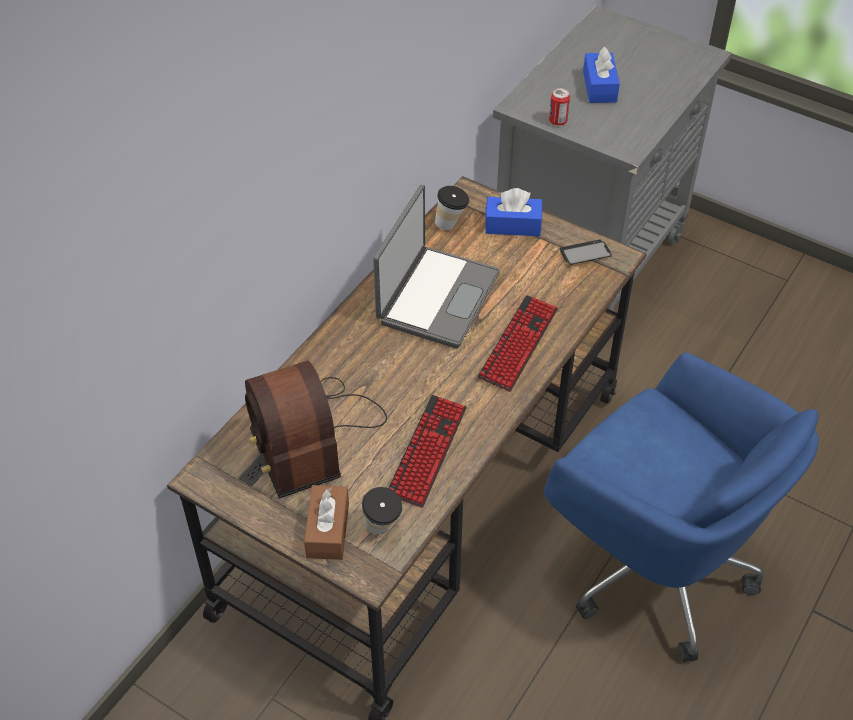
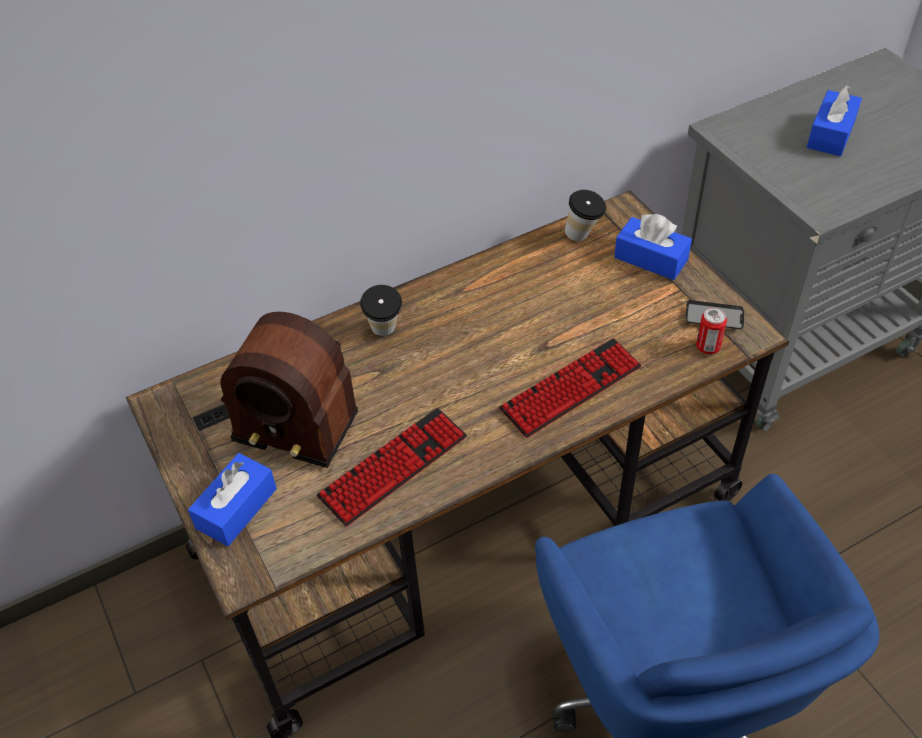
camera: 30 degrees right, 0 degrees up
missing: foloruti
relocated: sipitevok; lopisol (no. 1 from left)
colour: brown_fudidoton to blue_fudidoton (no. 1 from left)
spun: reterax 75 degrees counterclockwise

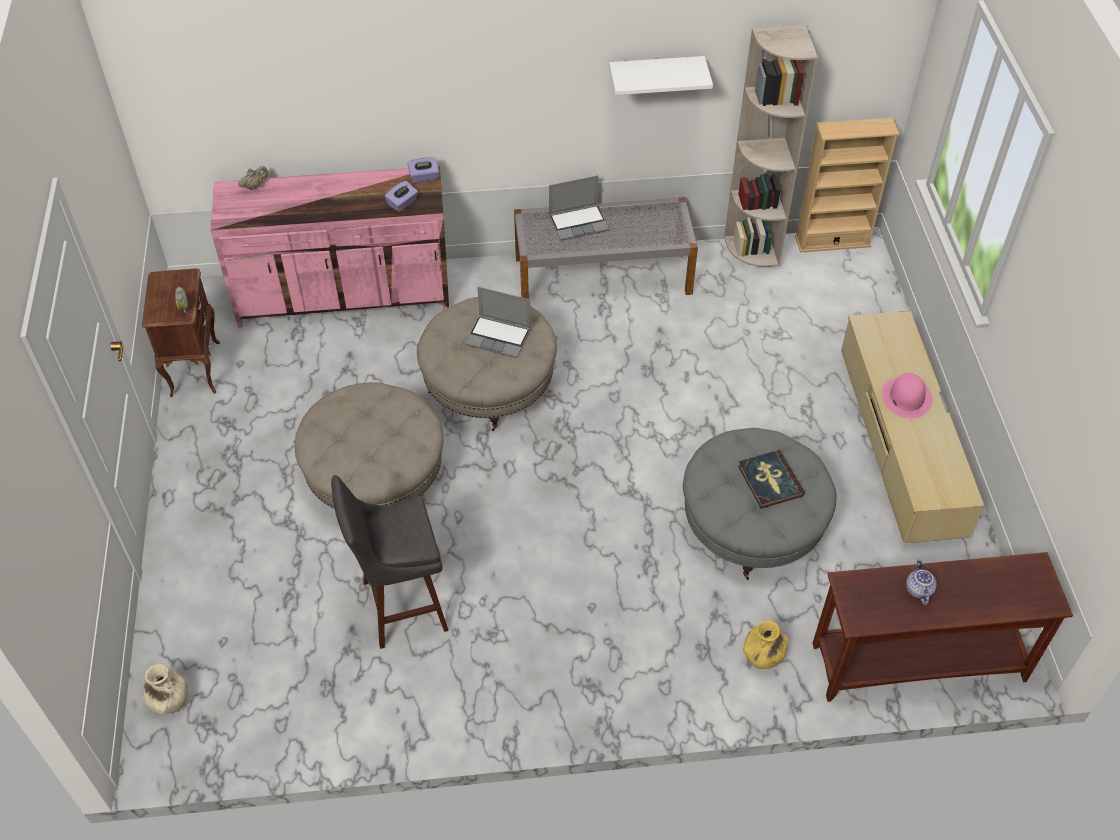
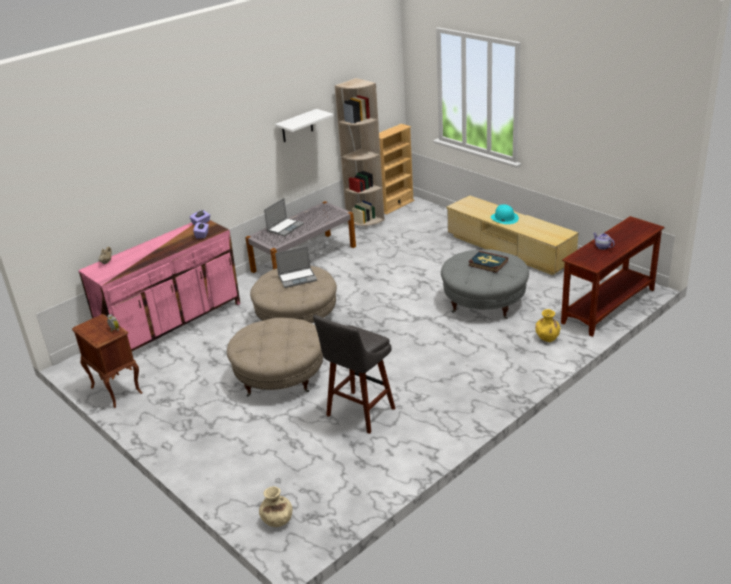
camera: 35 degrees left, 20 degrees down
colour: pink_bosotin to turquoise_bosotin

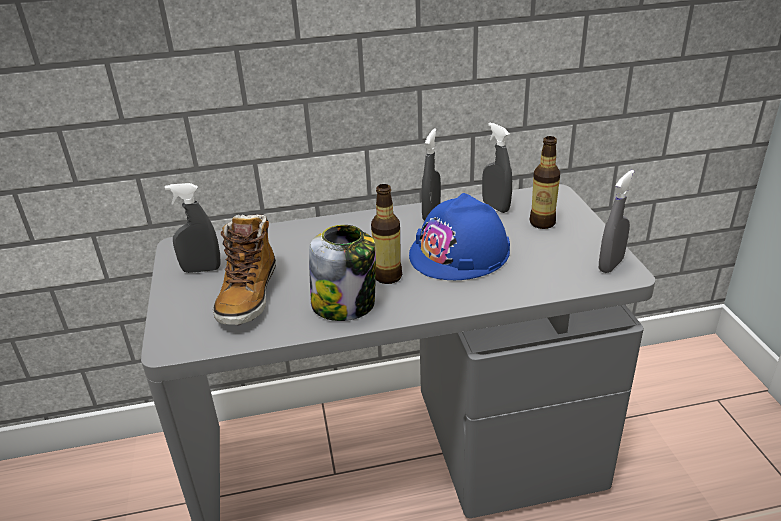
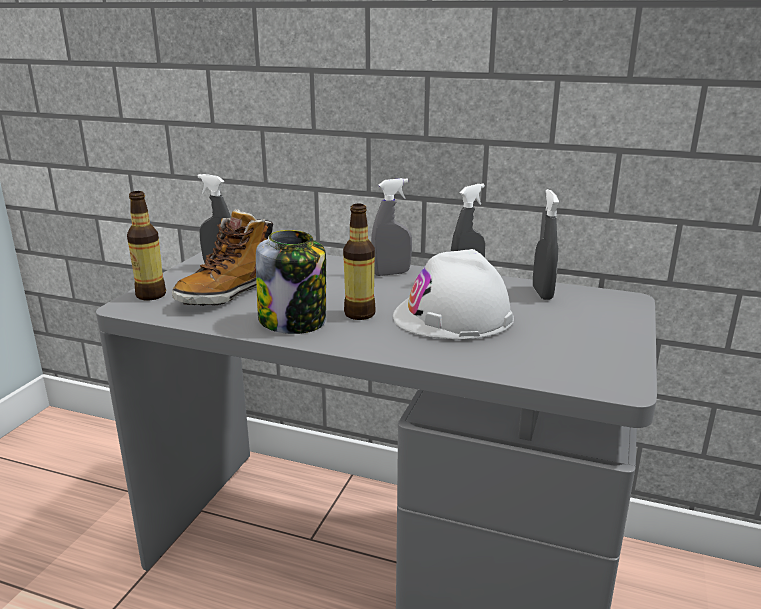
camera: 30 degrees right, 10 degrees down
relocated: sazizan (no. 2 from left in the first image) to sazizan (no. 1 from left); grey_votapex (no. 4 from left in the first image) to grey_votapex (no. 2 from left)
colour: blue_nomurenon to white_nomurenon

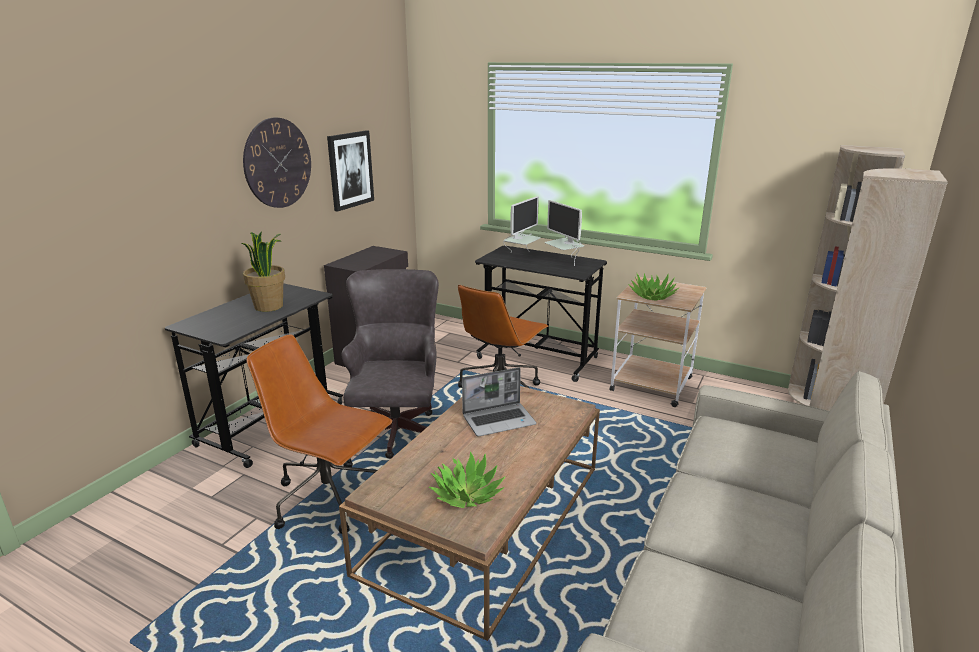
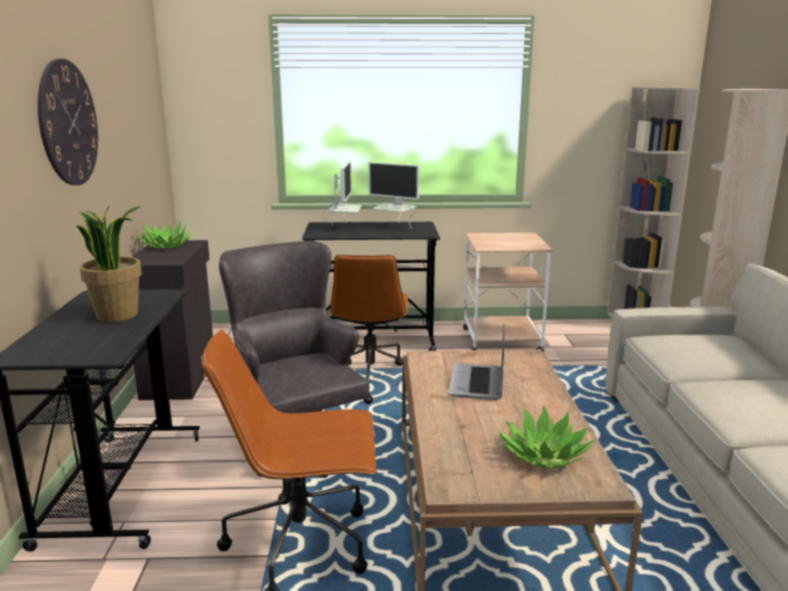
camera: 30 degrees left, 5 degrees down
missing: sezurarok
relocated: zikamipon (no. 3 from left in the first image) to zikamipon (no. 2 from left)
spun: foloruti 150 degrees clockwise

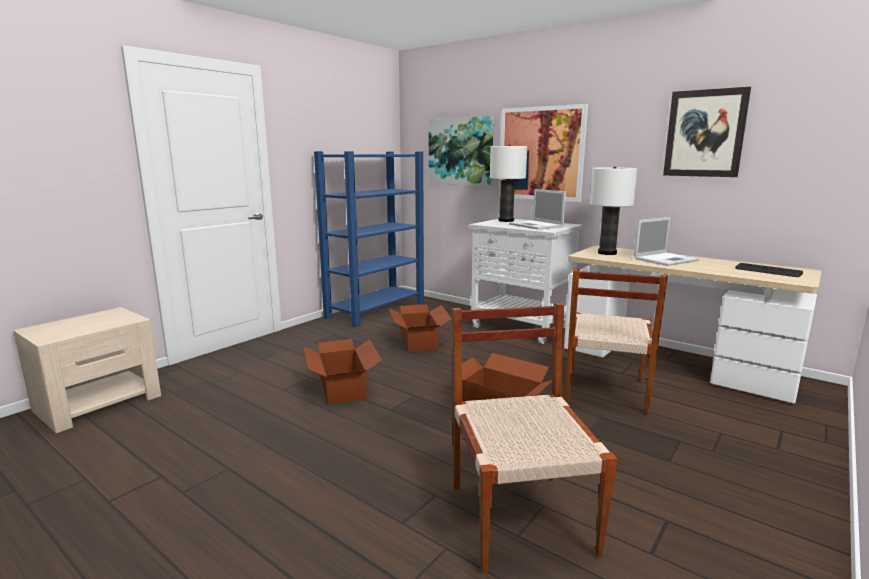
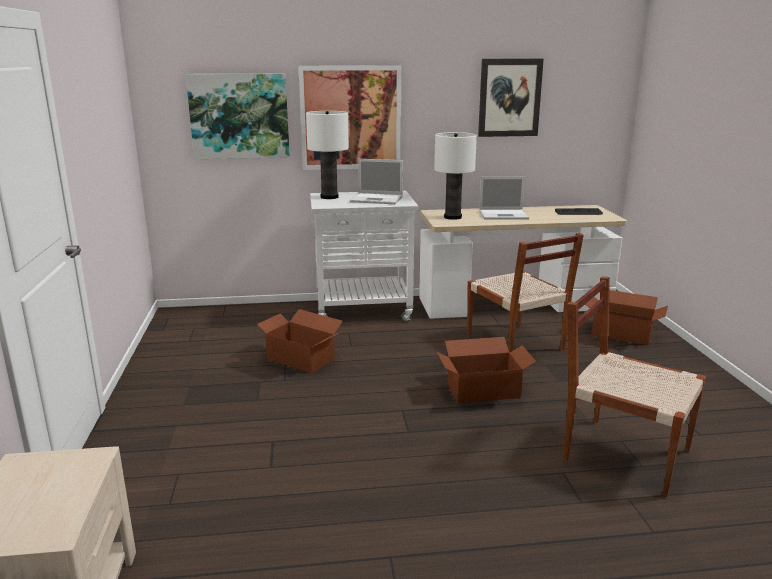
camera: 45 degrees left, 5 degrees up
missing: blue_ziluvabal
relocated: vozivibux (no. 1 from left in the first image) to vozivibux (no. 3 from left)
spun: foloruti (no. 2 from left) 75 degrees clockwise

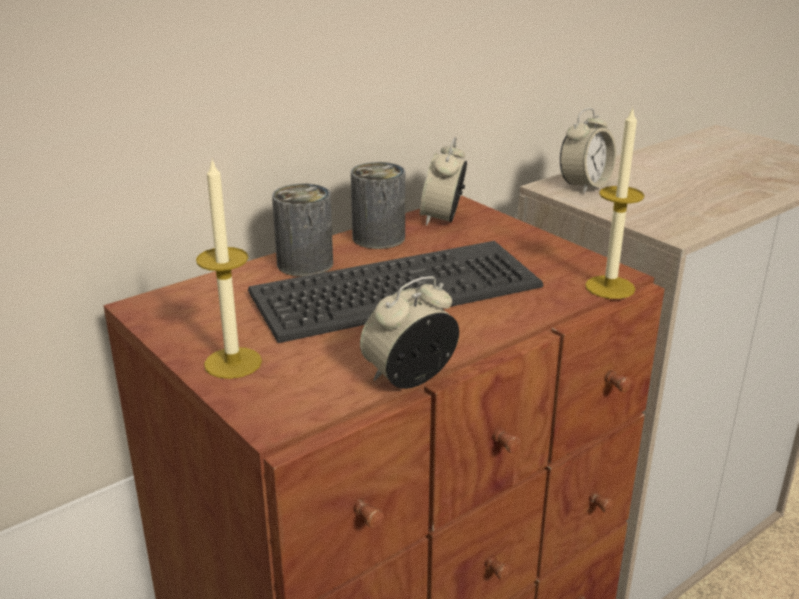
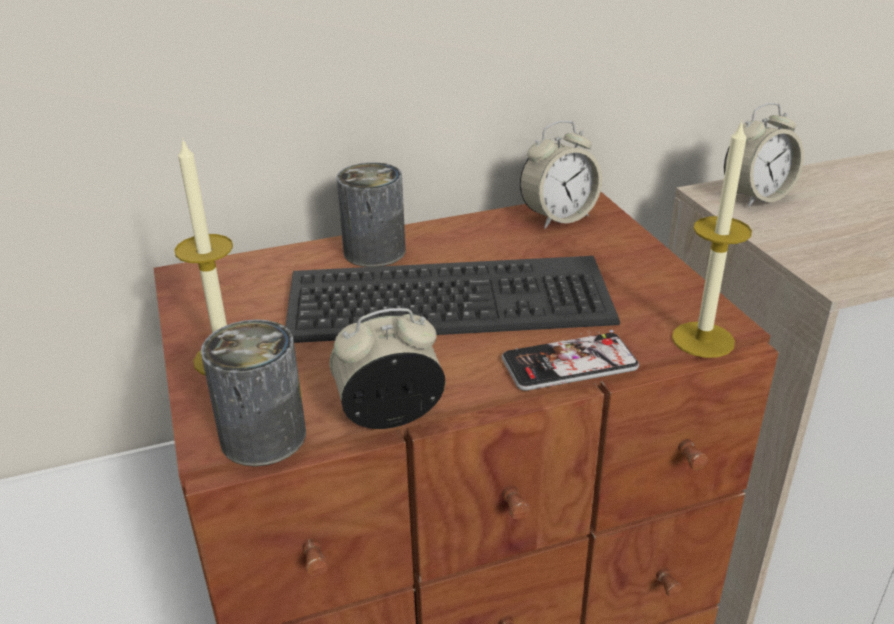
camera: 20 degrees right, 5 degrees up
appeared: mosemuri
relocated: sipitevok (no. 2 from left in the first image) to sipitevok (no. 1 from left)
spun: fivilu (no. 2 from left) 150 degrees counterclockwise

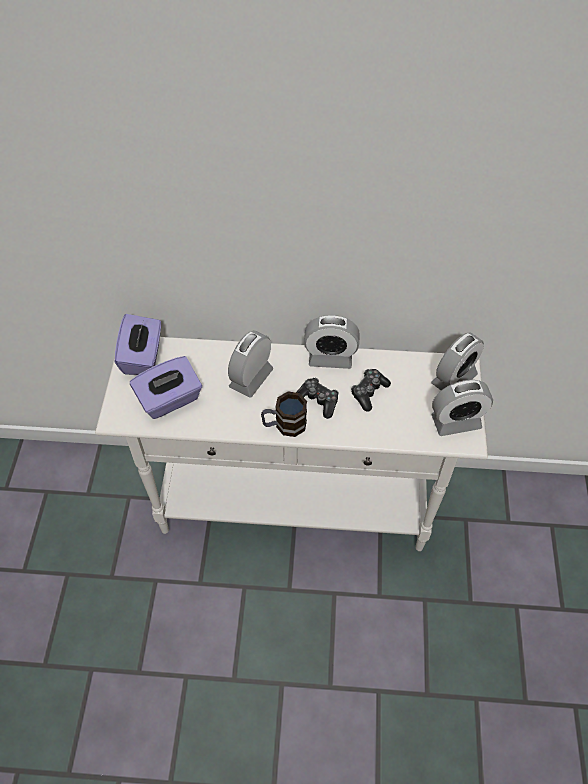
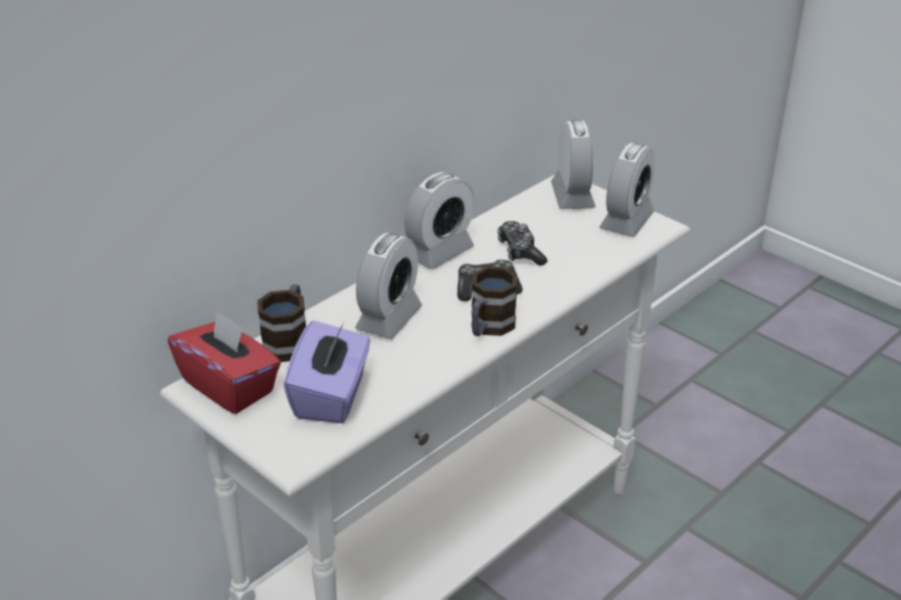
camera: 50 degrees left, 20 degrees down
appeared: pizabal (no. 1 from left)
colour: purple_fudidoton (no. 1 from left) to red_fudidoton
spun: fivilu (no. 1 from left) 135 degrees counterclockwise

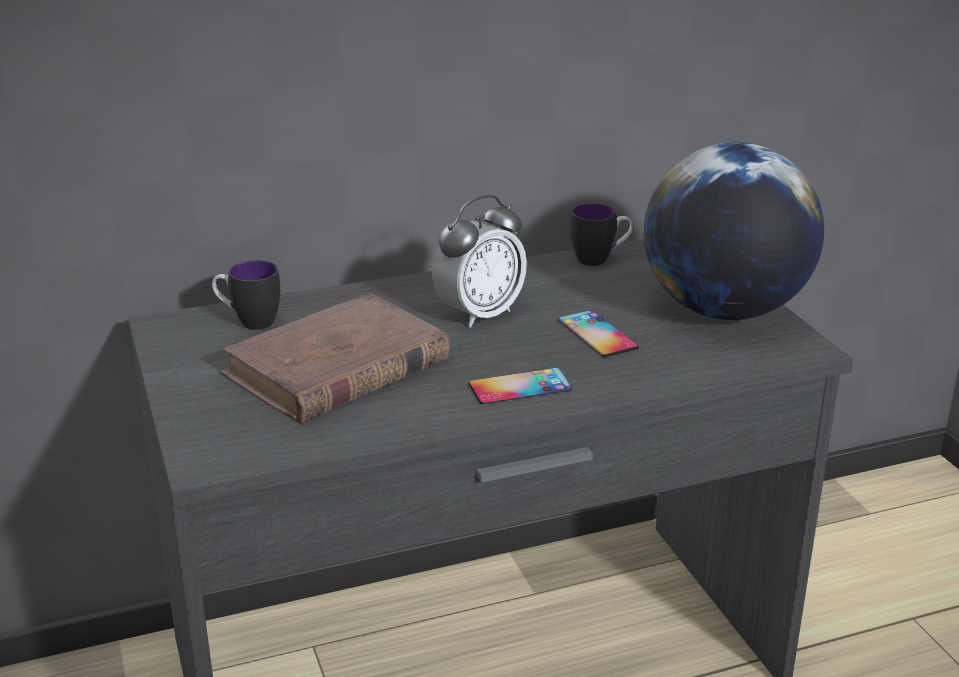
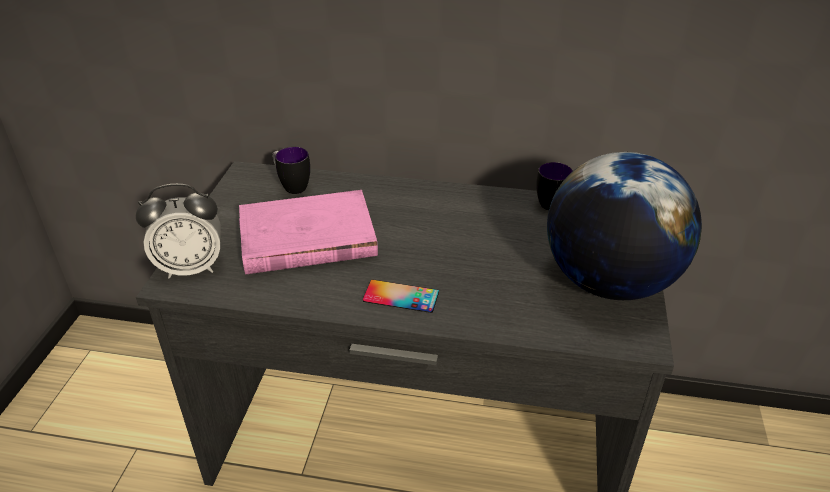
camera: 30 degrees right, 10 degrees up
missing: mosemuri (no. 2 from left)
relocated: fivilu
colour: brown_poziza to pink_poziza

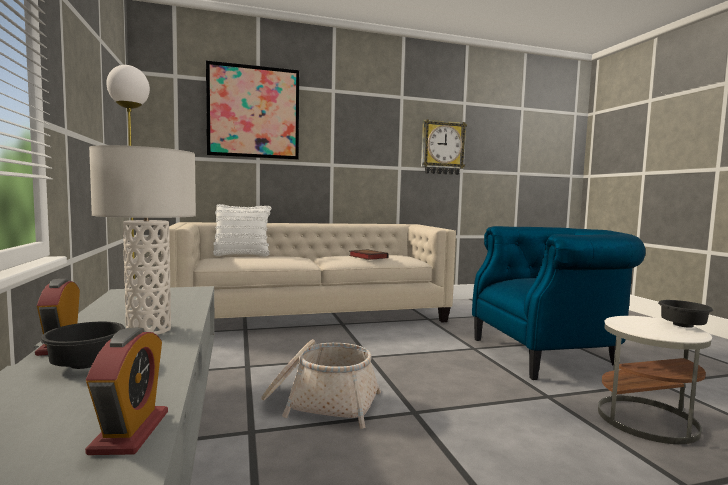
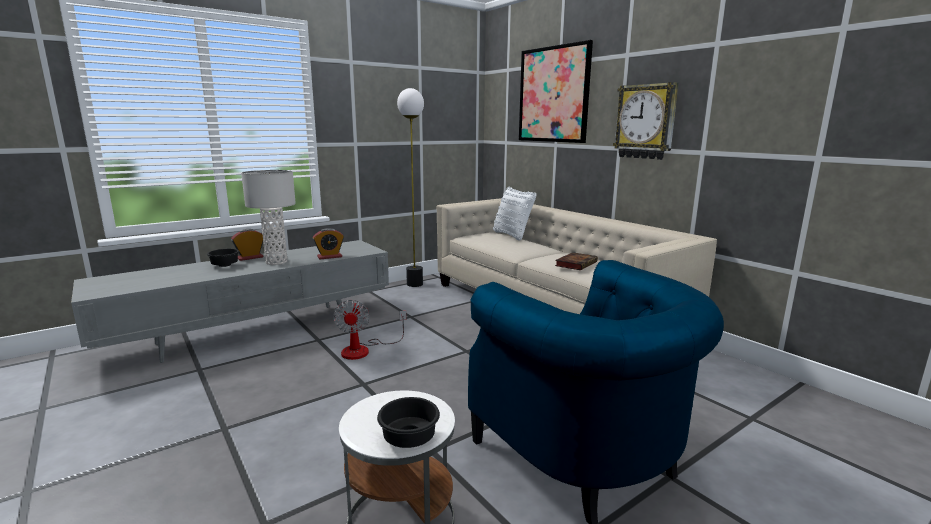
camera: 70 degrees right, 10 degrees up
relocated: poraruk; fivilu (no. 2 from left)
exchanged: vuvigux to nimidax

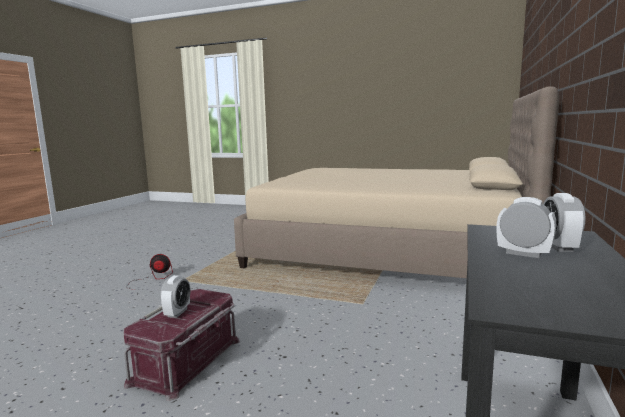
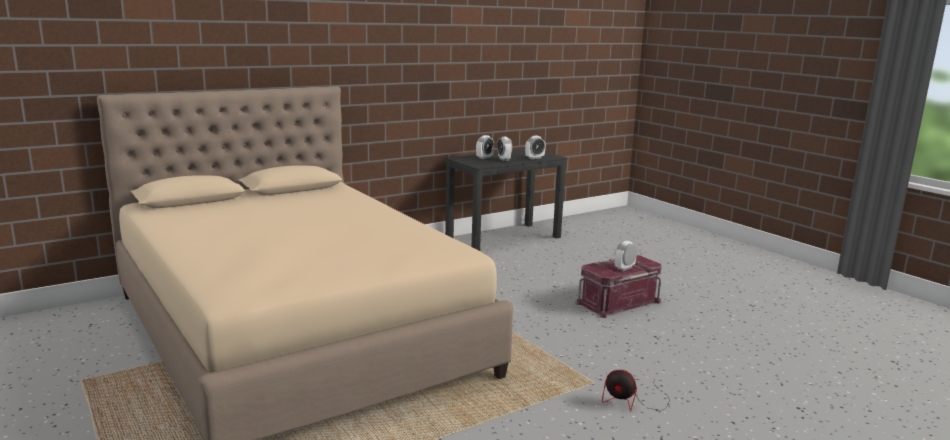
camera: 145 degrees left, 5 degrees up
appeared: fivilu (no. 3 from left)

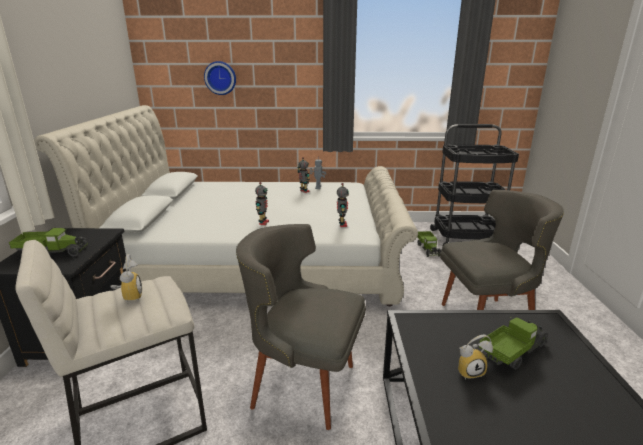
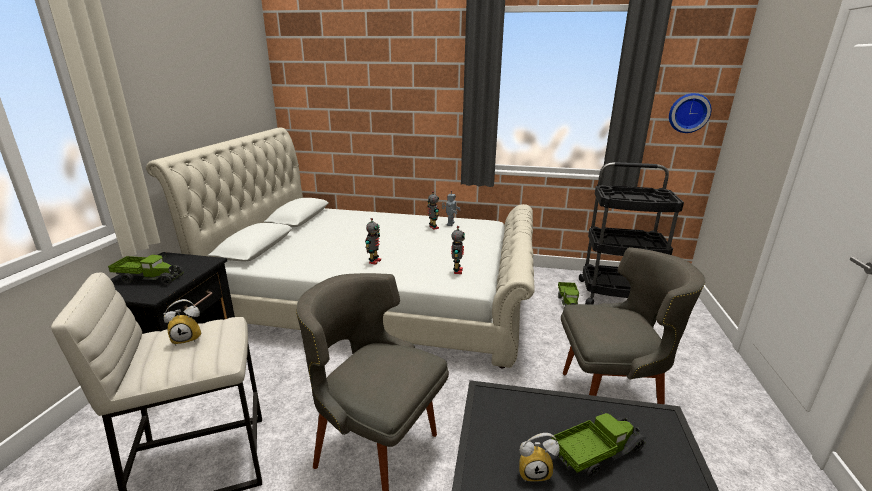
camera: 10 degrees right, 0 degrees up
relocated: poraruk
spun: fivilu (no. 1 from left) 75 degrees clockwise

